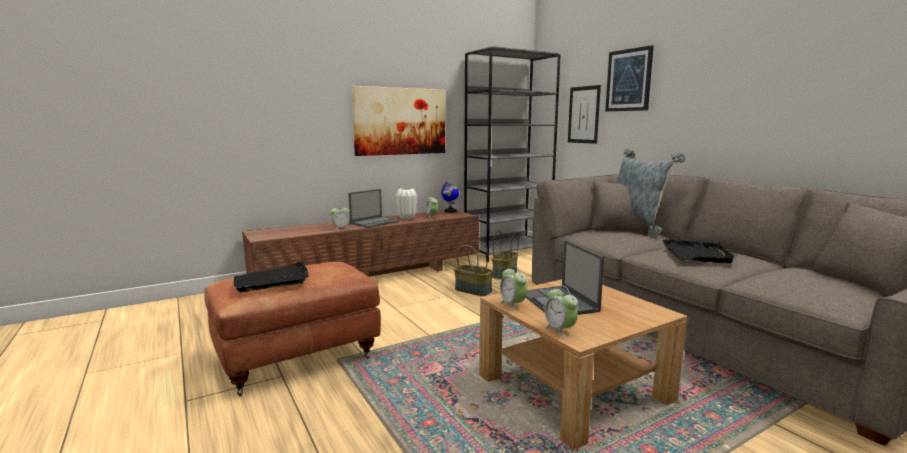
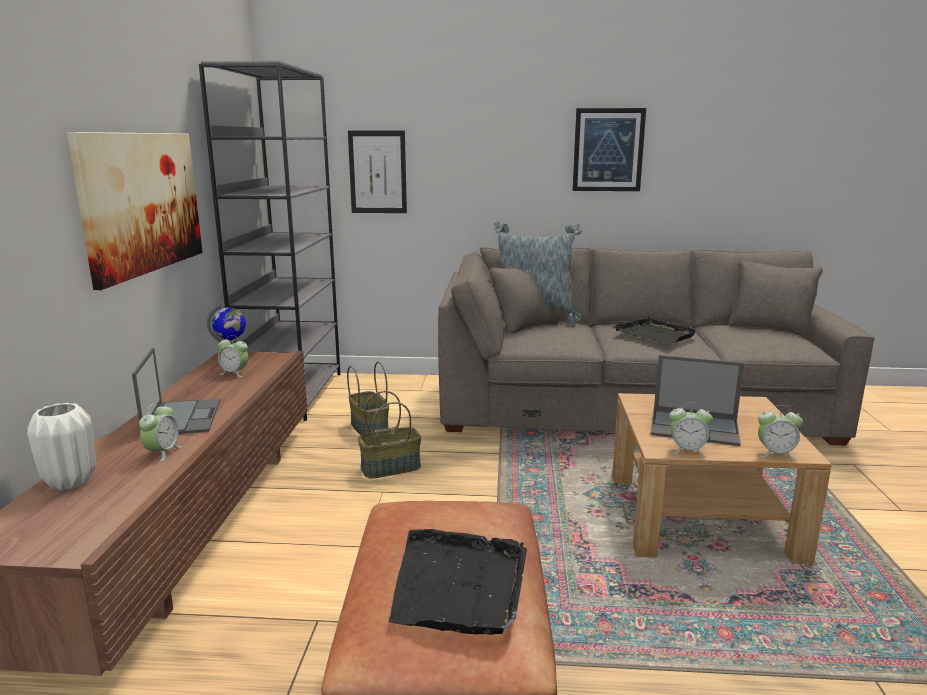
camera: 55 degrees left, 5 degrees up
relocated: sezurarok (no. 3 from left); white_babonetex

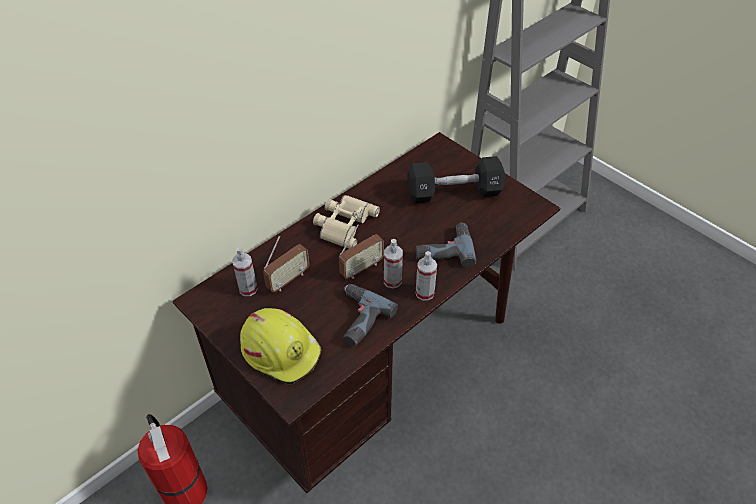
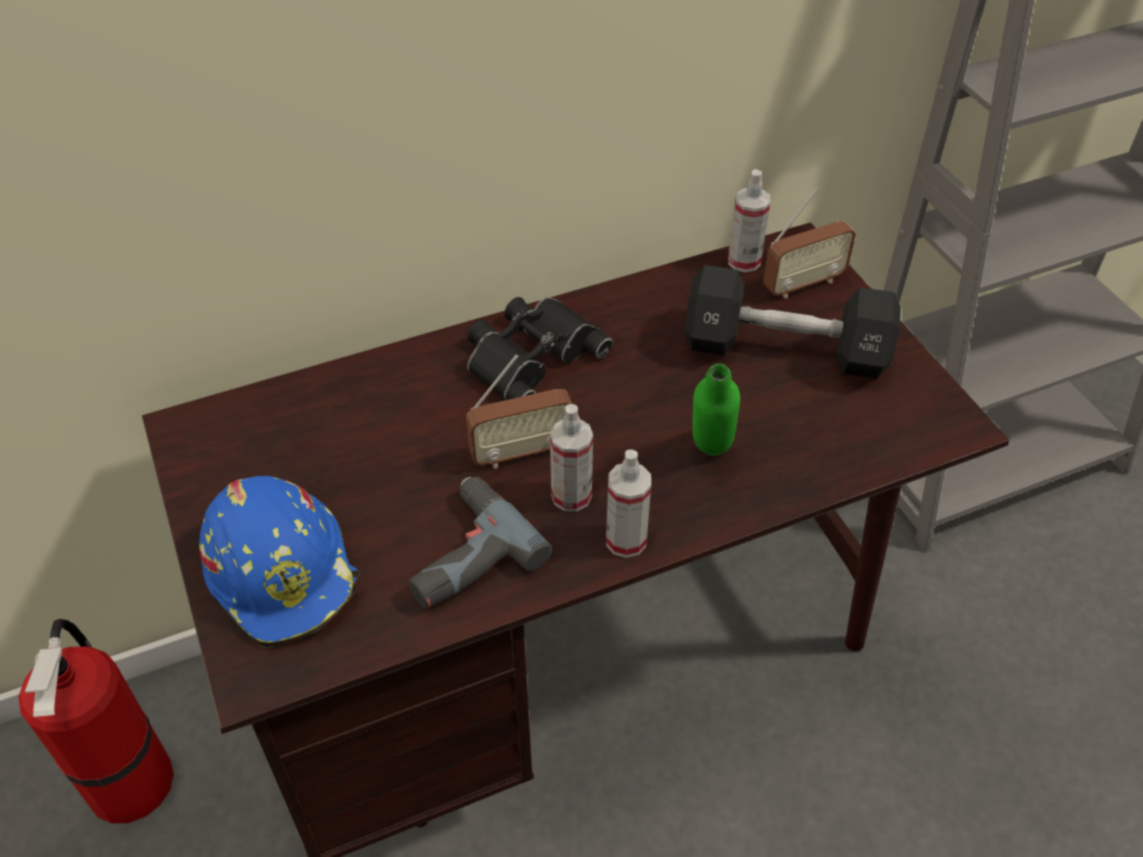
camera: 20 degrees right, 0 degrees up
relocated: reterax (no. 1 from left in the first image) to reterax (no. 2 from left); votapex (no. 1 from left in the first image) to votapex (no. 3 from left)
exchanged: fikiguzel (no. 2 from left) to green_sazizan
colour: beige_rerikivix to black_rerikivix; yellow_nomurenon to blue_nomurenon

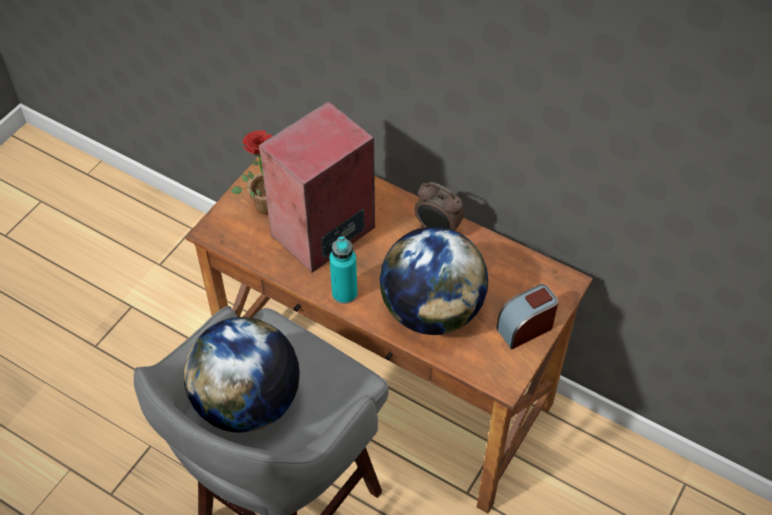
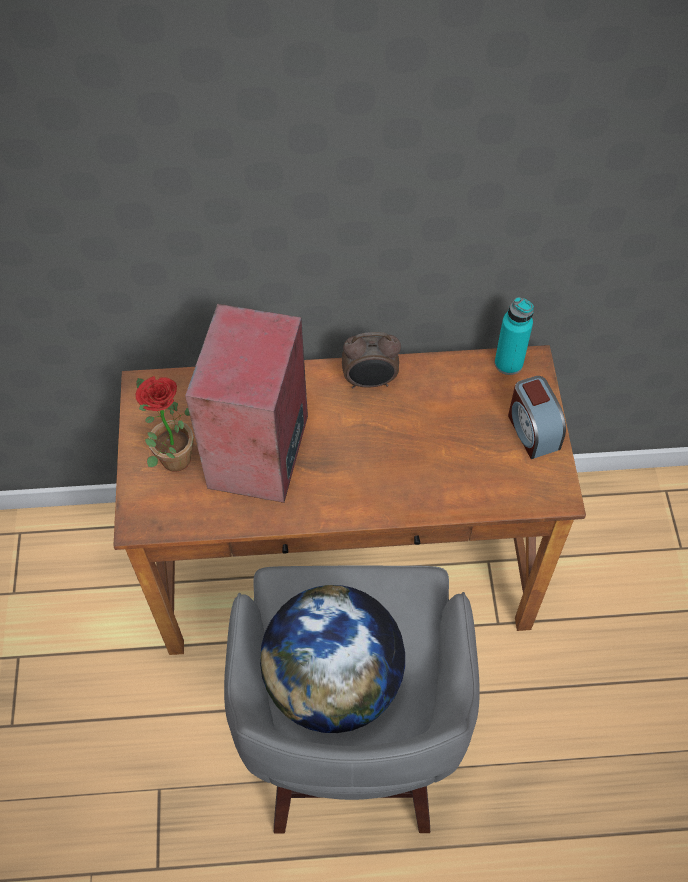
camera: 35 degrees left, 5 degrees up
missing: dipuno (no. 2 from left)
relocated: turquoise_sazizan
spun: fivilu (no. 2 from left) 45 degrees counterclockwise

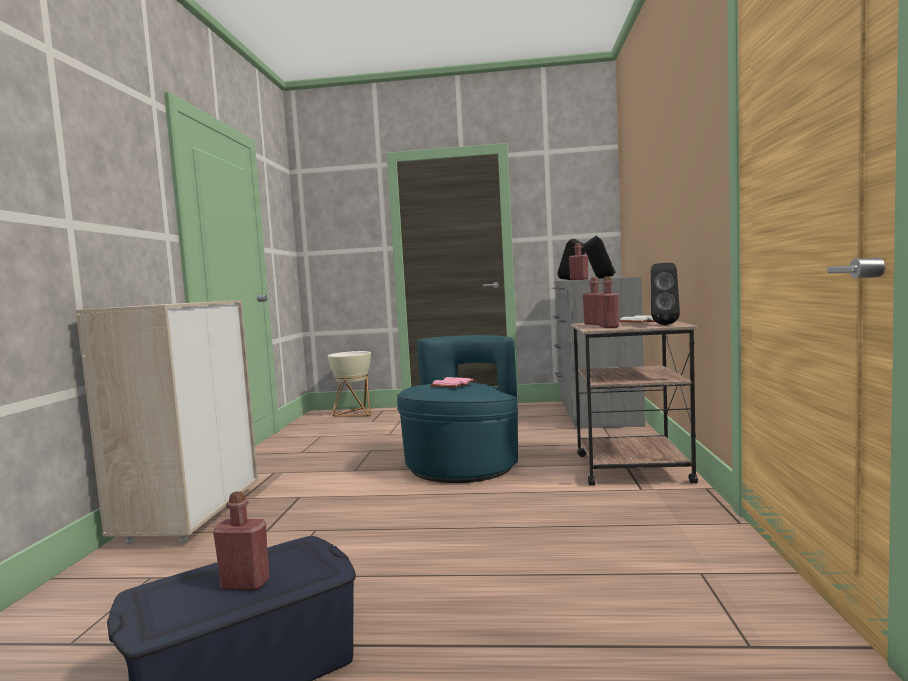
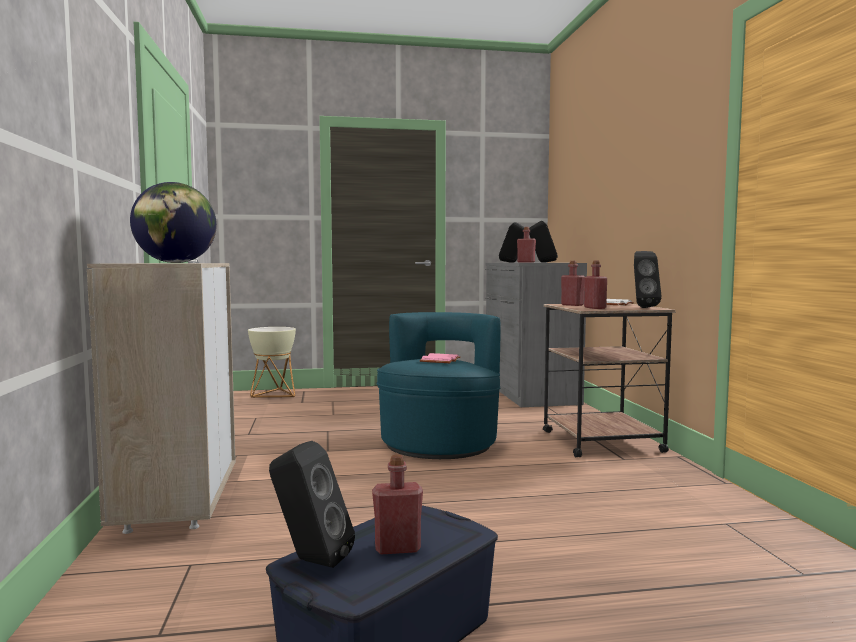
camera: 15 degrees left, 0 degrees up
appeared: dipuno; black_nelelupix (no. 1 from left)

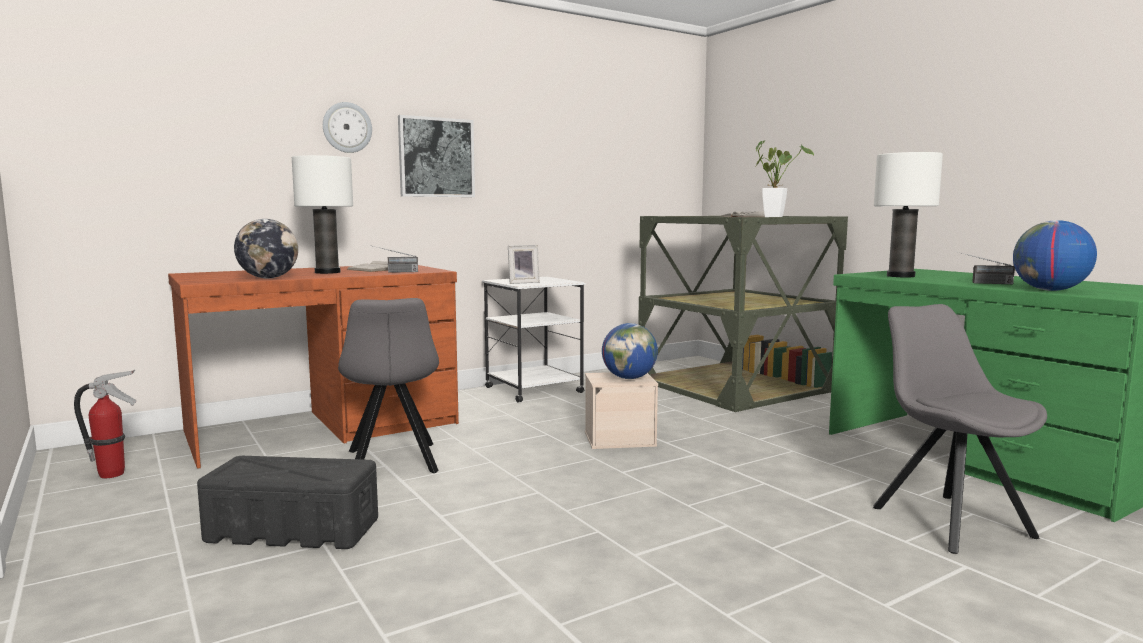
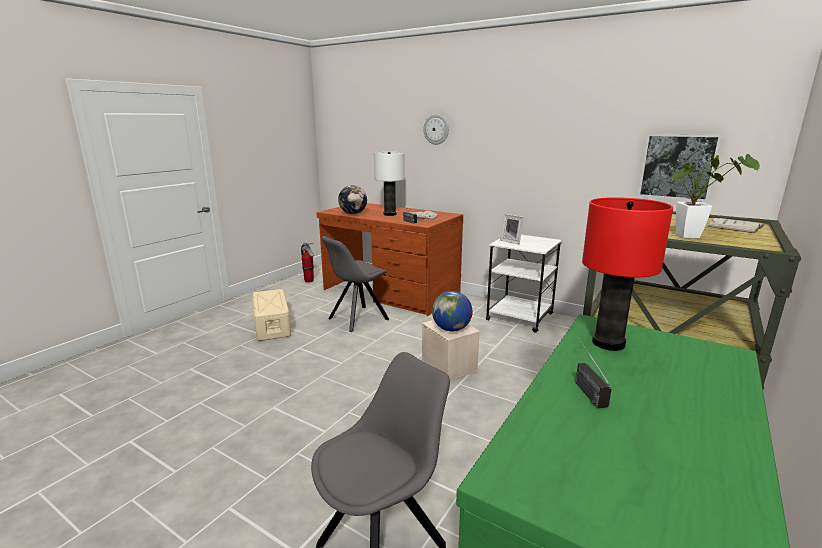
camera: 65 degrees right, 10 degrees up
missing: dipuno (no. 3 from left)
relocated: sezurarok
colour: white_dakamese (no. 2 from left) to red_dakamese; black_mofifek to beige_mofifek (no. 1 from left)

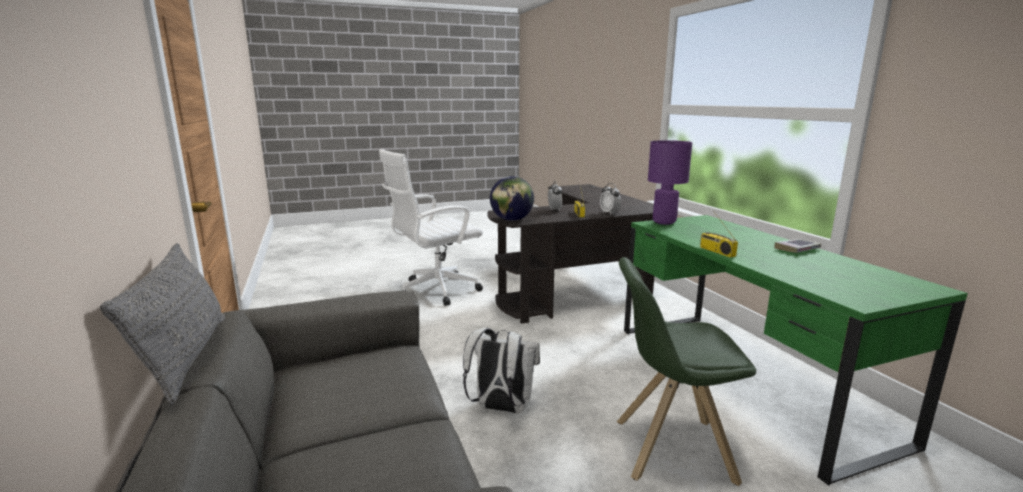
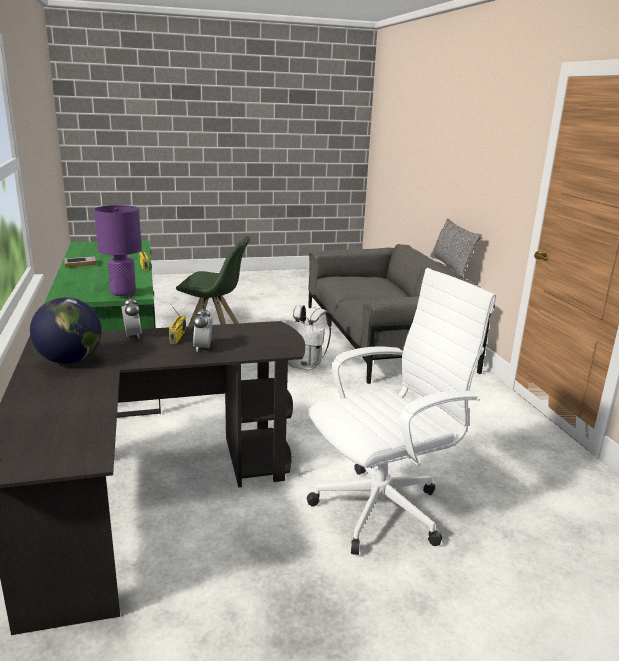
camera: 175 degrees left, 5 degrees up
relocated: dipuno

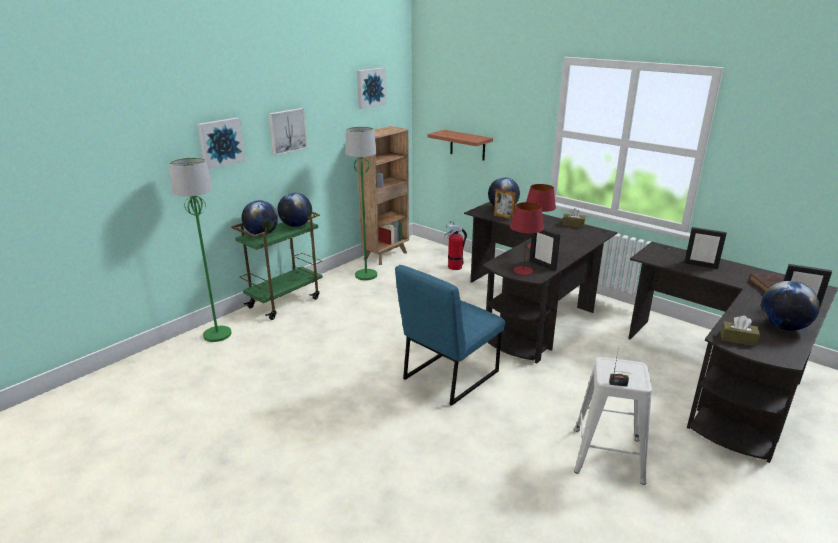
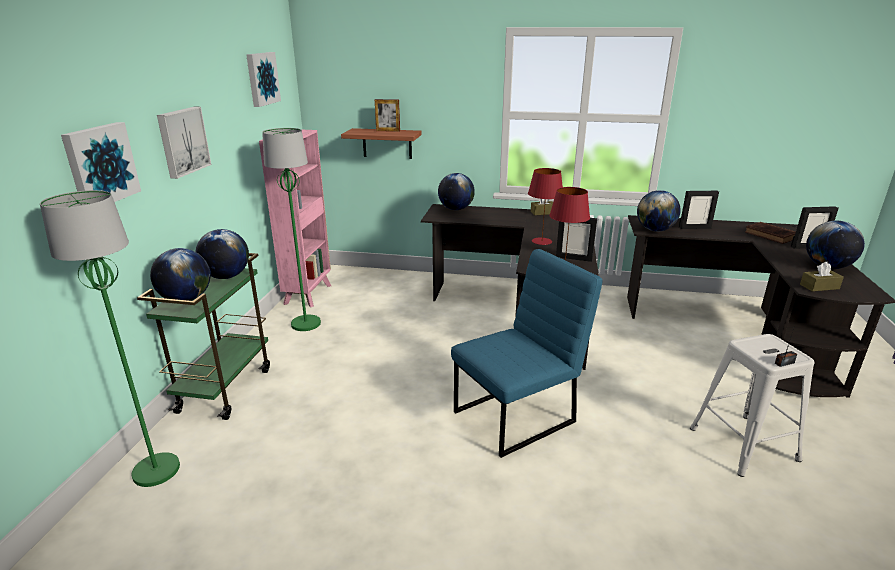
camera: 30 degrees left, 0 degrees up
missing: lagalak
appeared: dipuno (no. 4 from left)
relocated: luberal (no. 1 from left)
colour: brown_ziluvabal to pink_ziluvabal
spun: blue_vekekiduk 135 degrees counterclockwise

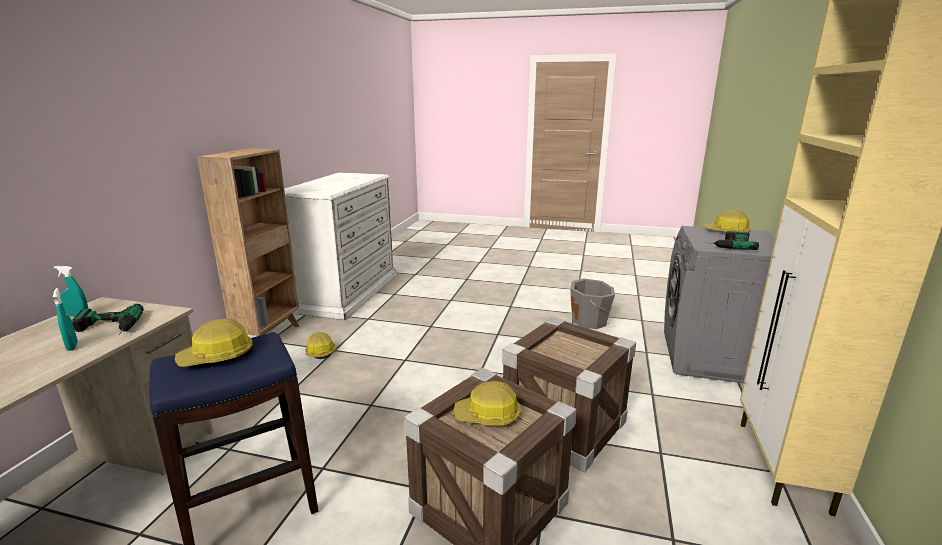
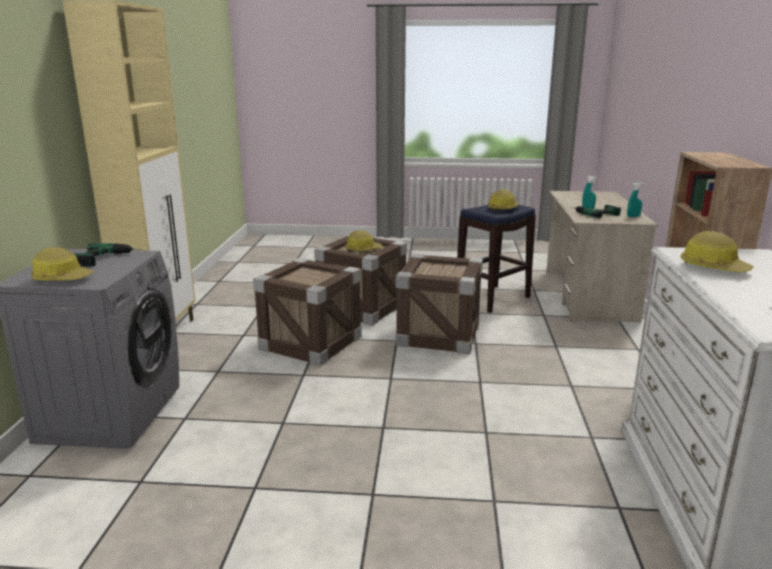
camera: 170 degrees right, 0 degrees up
missing: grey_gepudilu
appeared: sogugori (no. 3 from left)
relocated: nomurenon (no. 2 from left in the first image) to nomurenon (no. 4 from left)

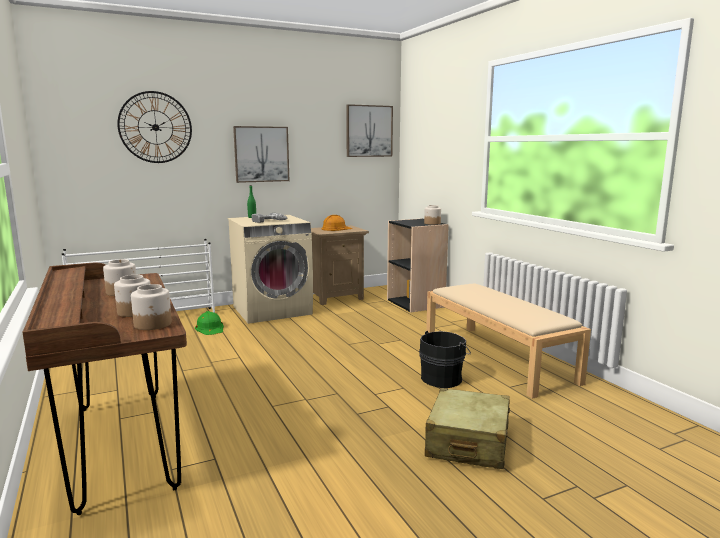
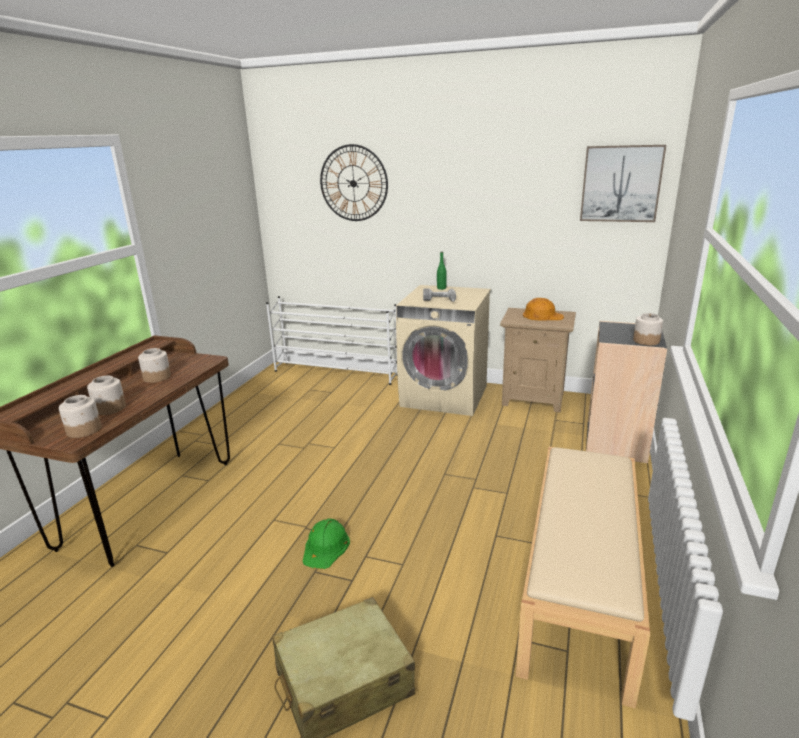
camera: 45 degrees right, 10 degrees up
missing: sezurarok (no. 1 from left); black_gepudilu
relocated: green_nomurenon

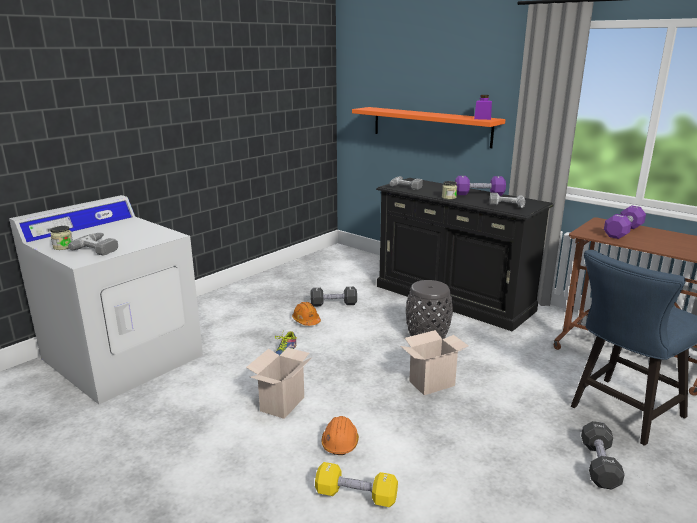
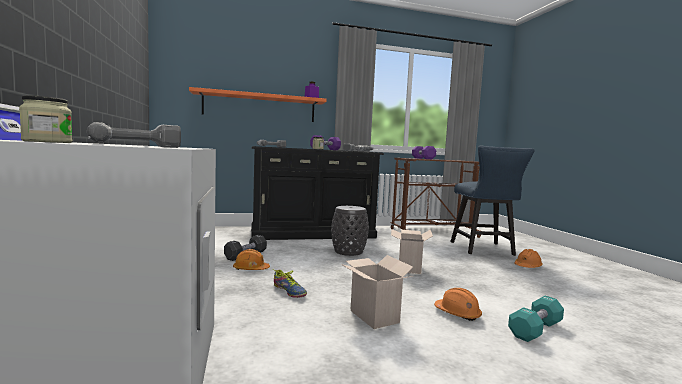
camera: 55 degrees left, 15 degrees down
exchanged: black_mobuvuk (no. 2 from left) to orange_nomurenon (no. 3 from left)
colour: yellow_mobuvuk to turquoise_mobuvuk

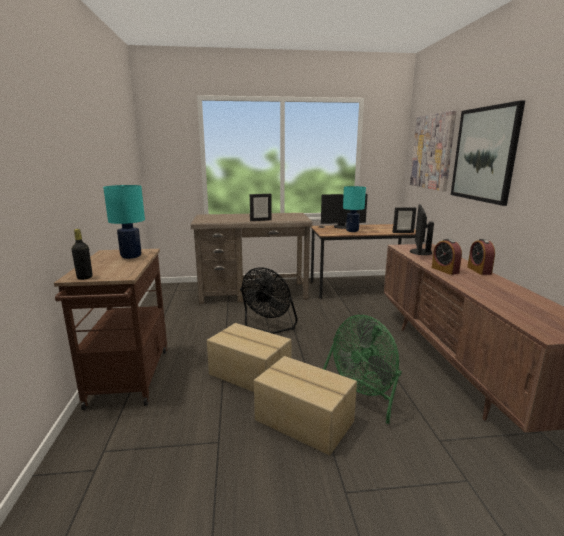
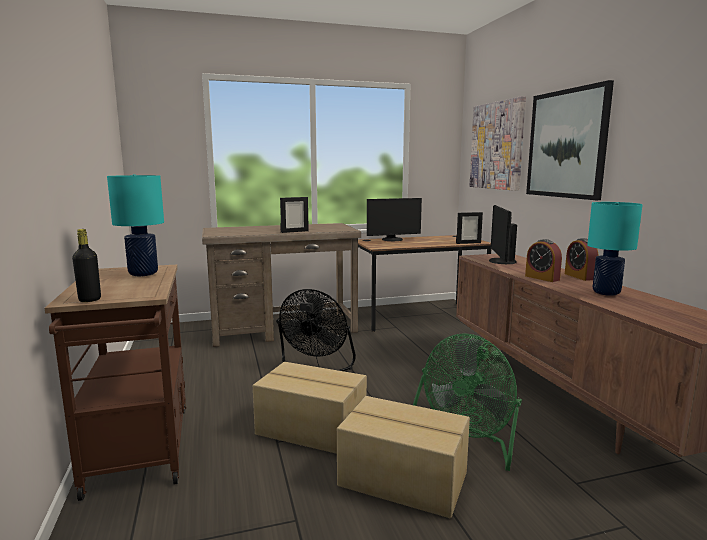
camera: 10 degrees left, 5 degrees down
relocated: turquoise_dakamese (no. 2 from left)

